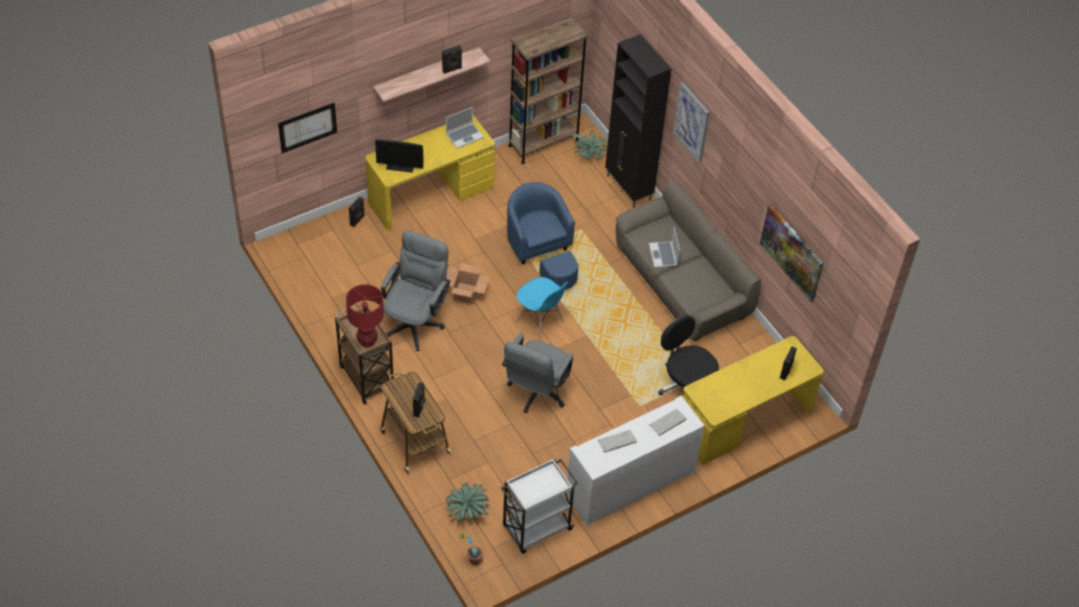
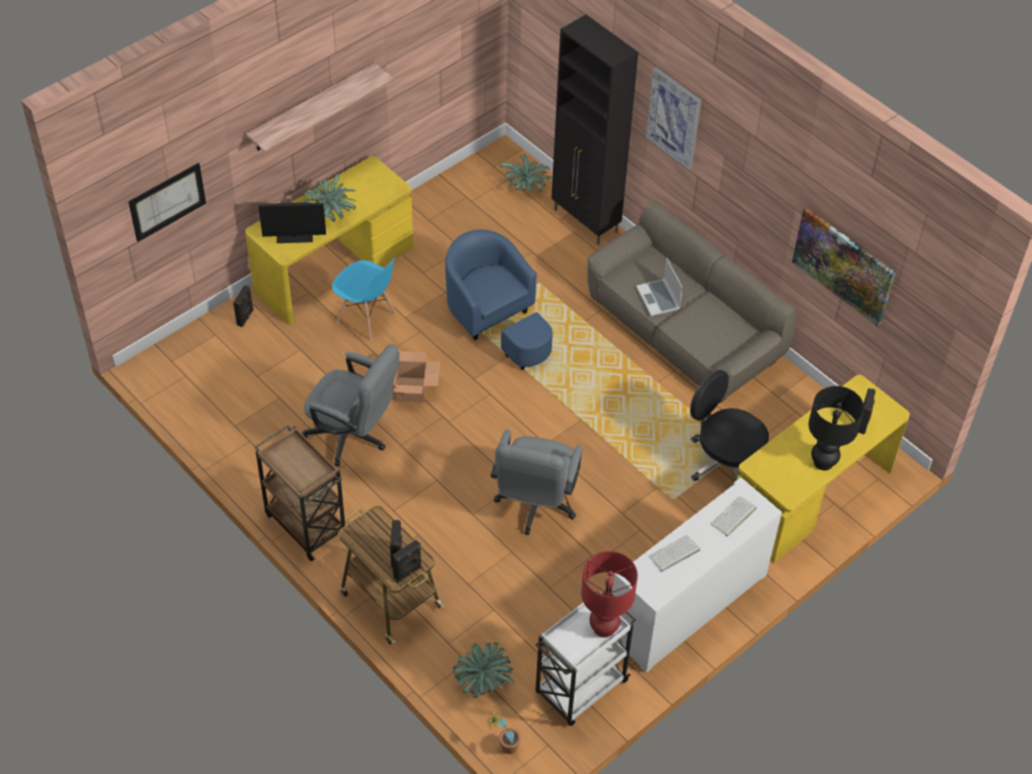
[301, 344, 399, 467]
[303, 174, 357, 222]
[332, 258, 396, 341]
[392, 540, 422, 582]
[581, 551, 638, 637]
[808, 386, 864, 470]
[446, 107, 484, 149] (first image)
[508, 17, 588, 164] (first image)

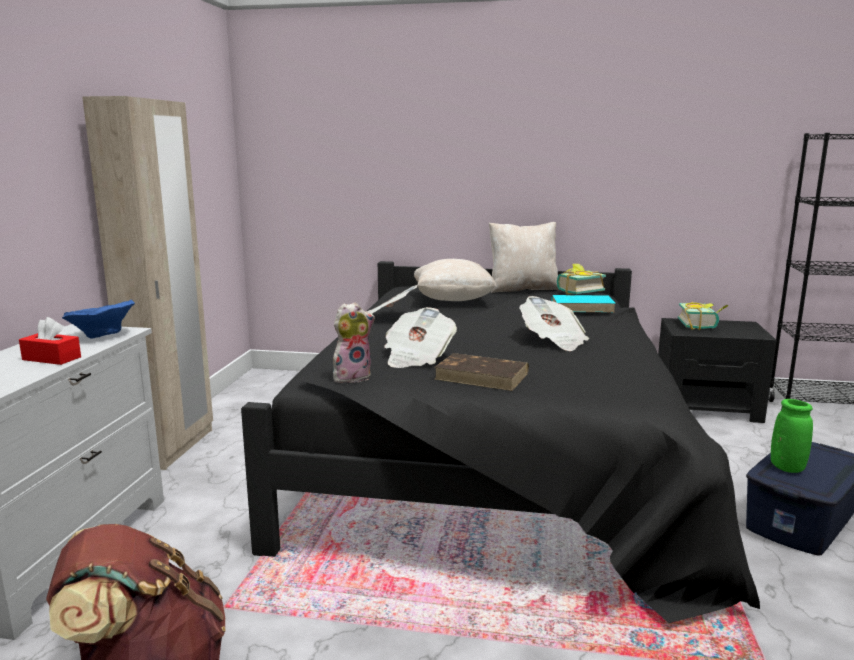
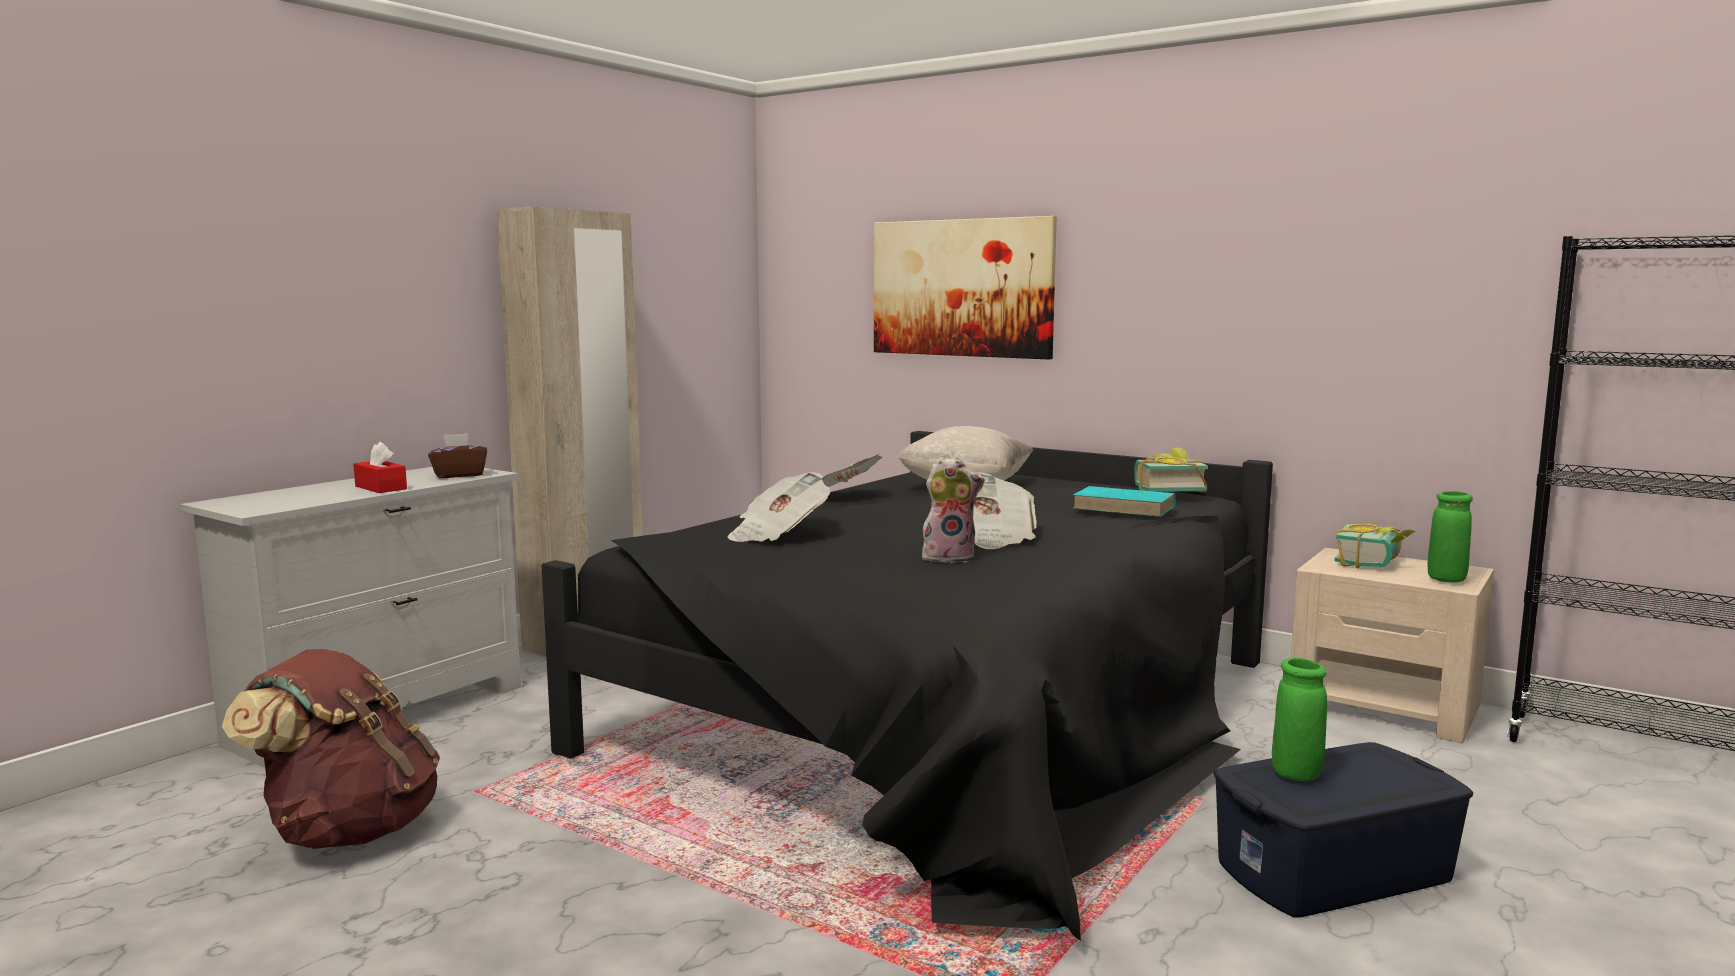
[428, 433, 487, 478]
[874, 216, 1057, 359]
[922, 456, 985, 563]
[1291, 548, 1494, 743]
[1428, 491, 1473, 583]
[434, 353, 529, 391] (first image)
[489, 222, 561, 293] (first image)

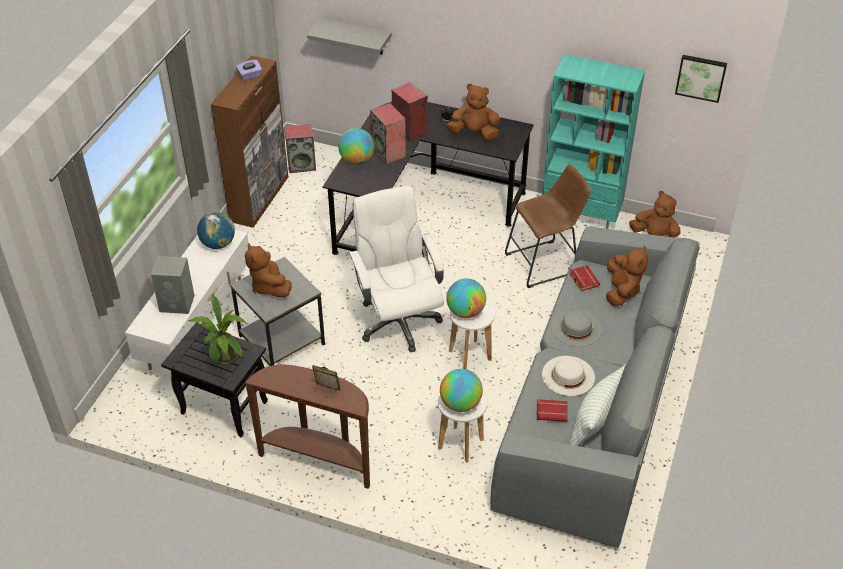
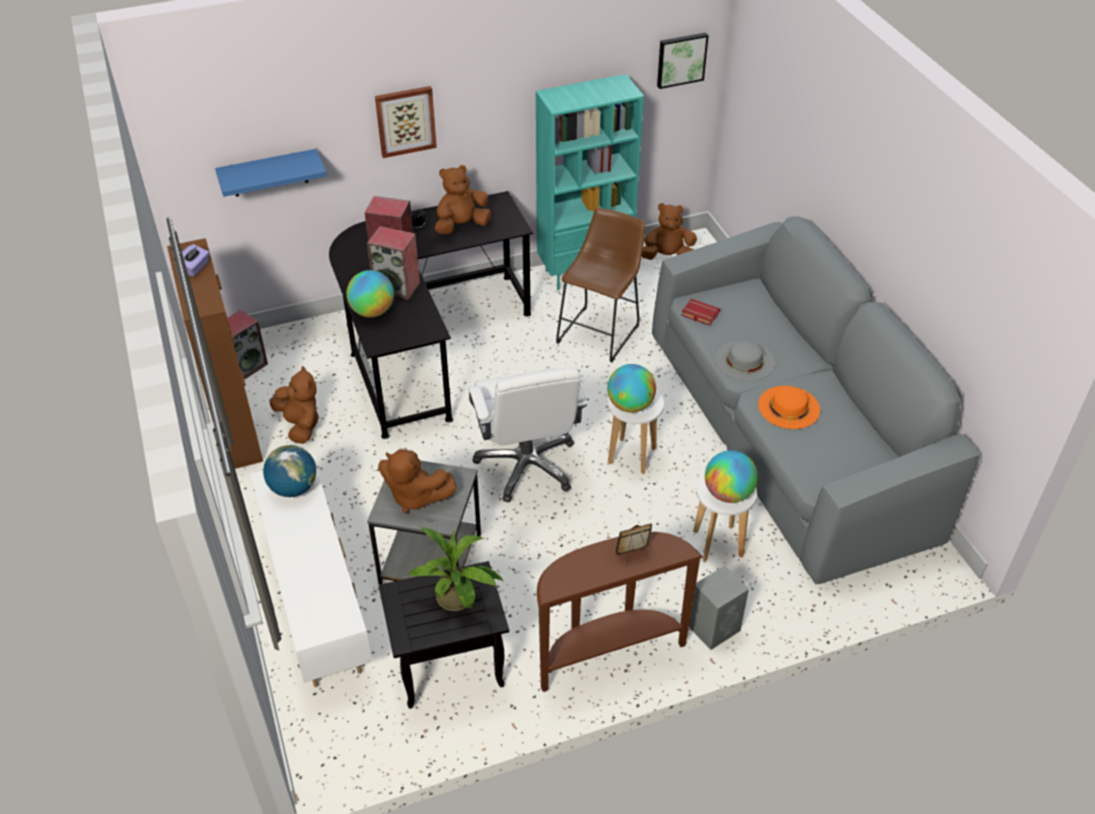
[215, 149, 327, 197]
[270, 366, 319, 444]
[375, 86, 437, 158]
[468, 368, 587, 503]
[689, 566, 749, 650]
[758, 386, 820, 429]
[537, 399, 568, 422] (first image)
[570, 365, 626, 446] (first image)

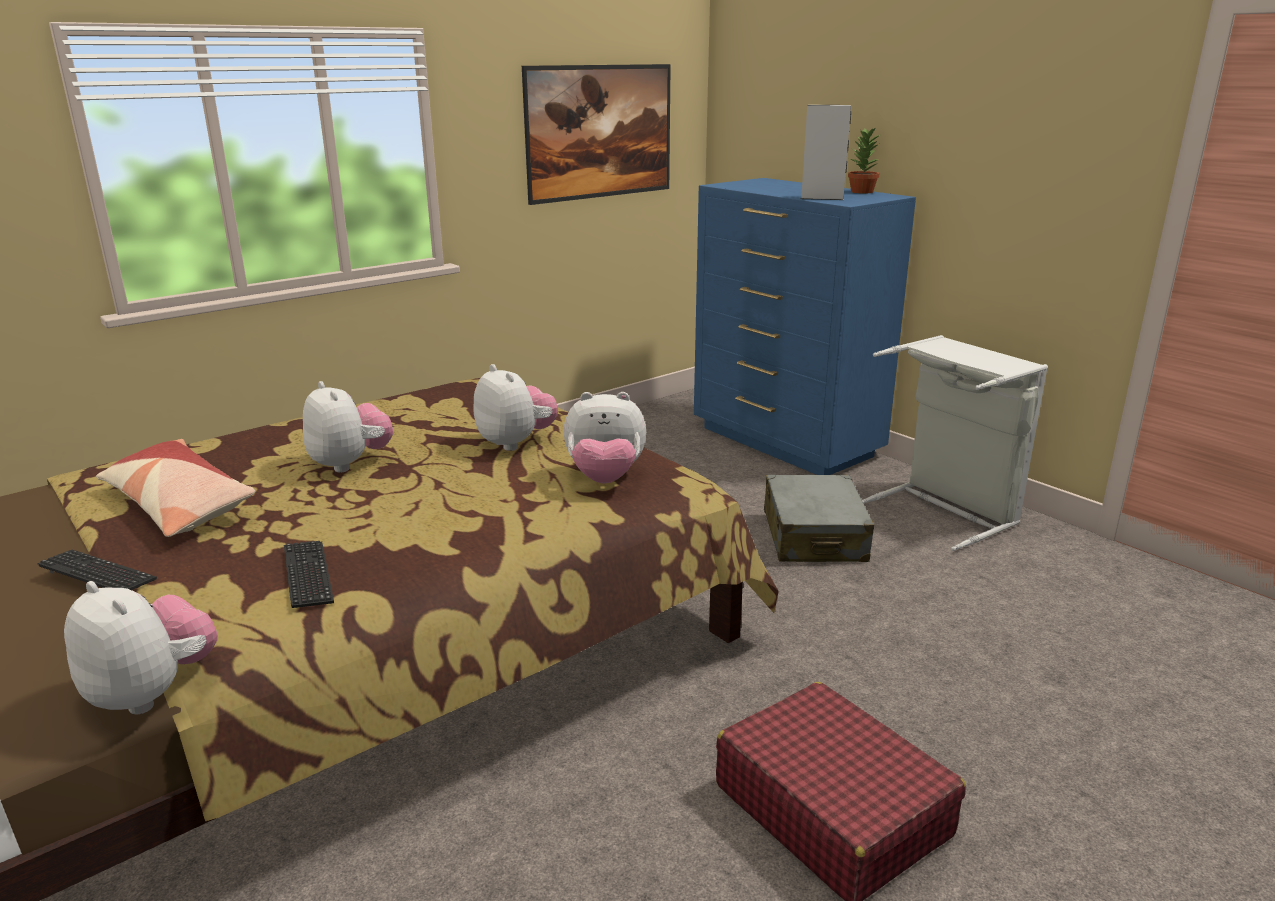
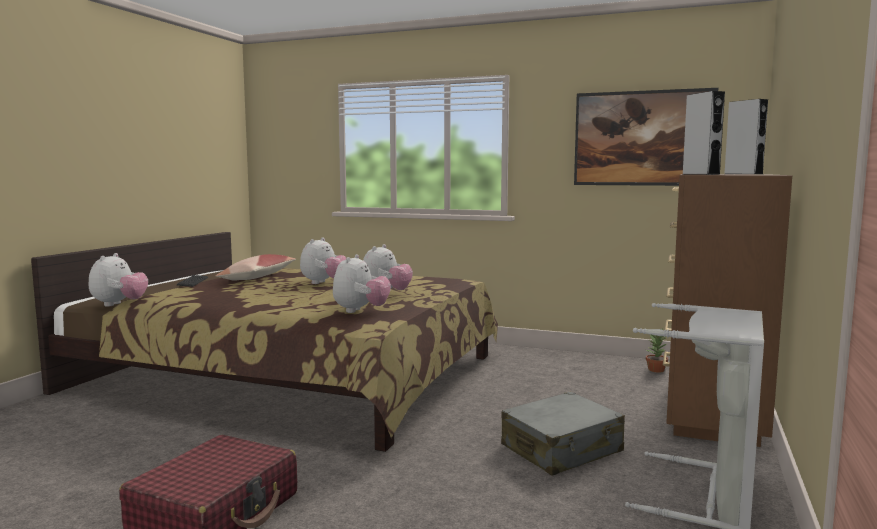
[333, 254, 391, 313]
[646, 328, 668, 373]
[663, 174, 792, 447]
[725, 99, 768, 174]
[284, 541, 334, 608] (first image)

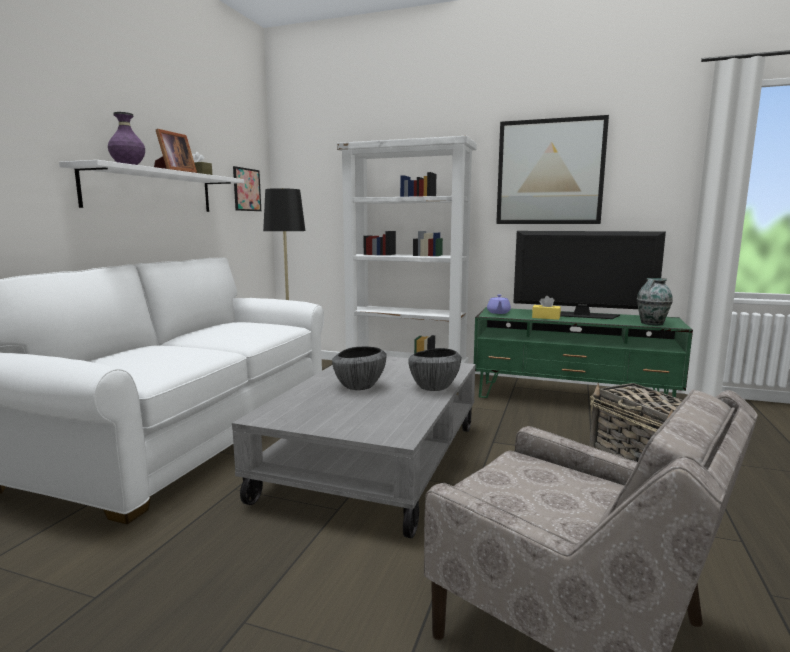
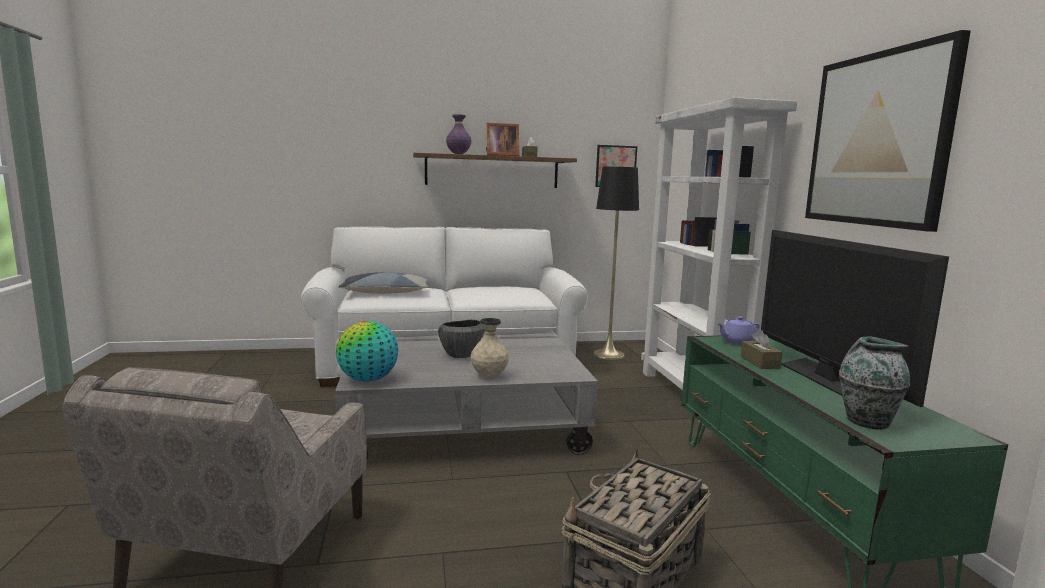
[336, 321, 398, 382]
[338, 272, 428, 294]
[413, 153, 577, 188]
[471, 318, 509, 377]
[741, 330, 783, 369]

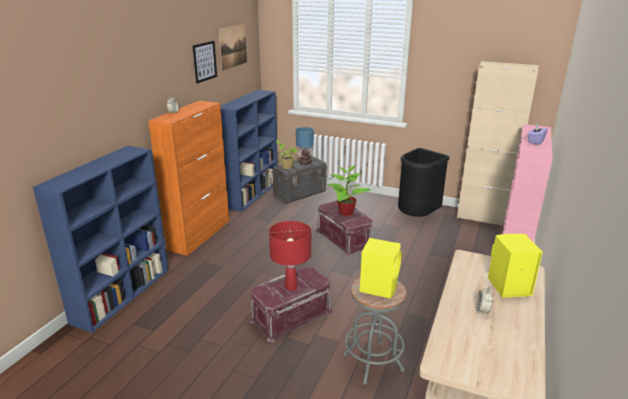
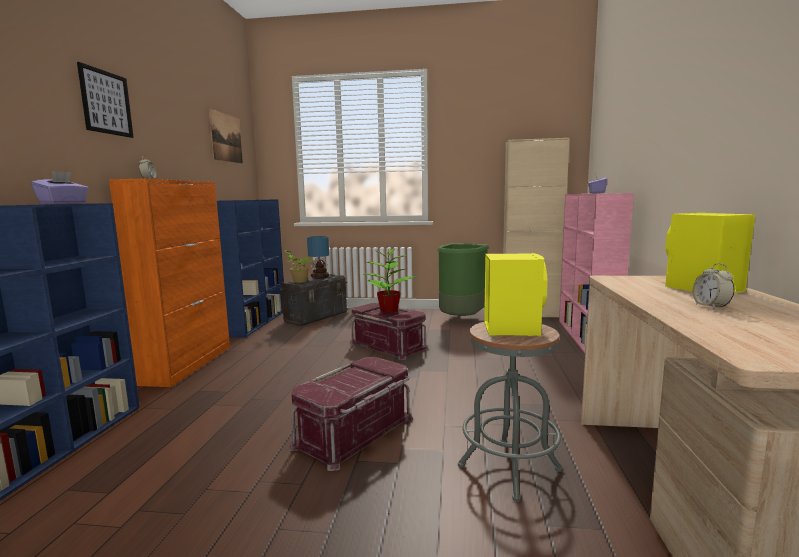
[31, 171, 89, 204]
[77, 62, 134, 138]
[437, 243, 489, 316]
[269, 221, 311, 291] (first image)

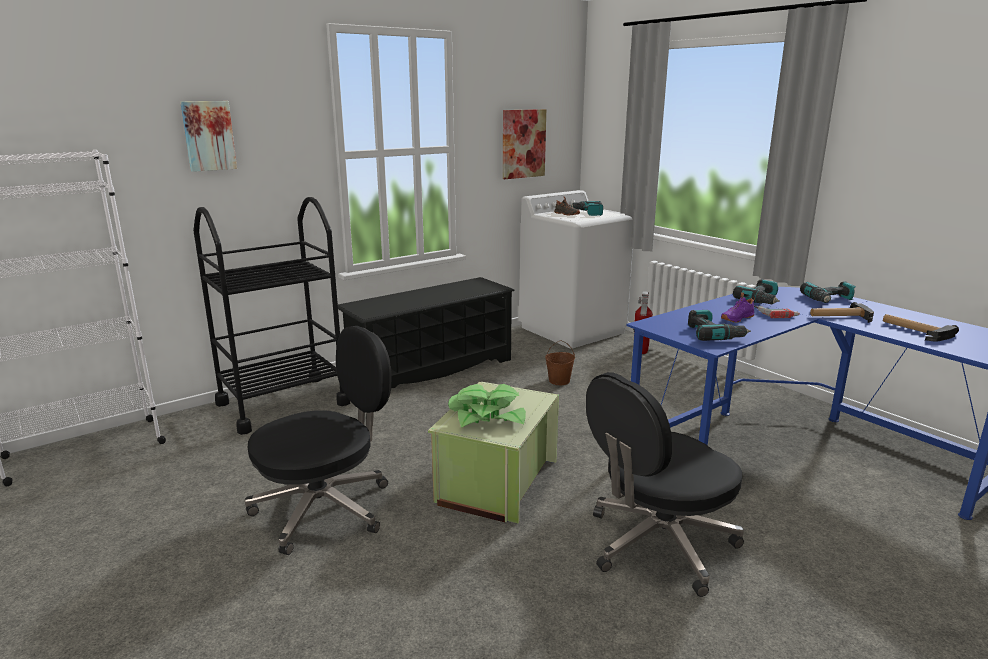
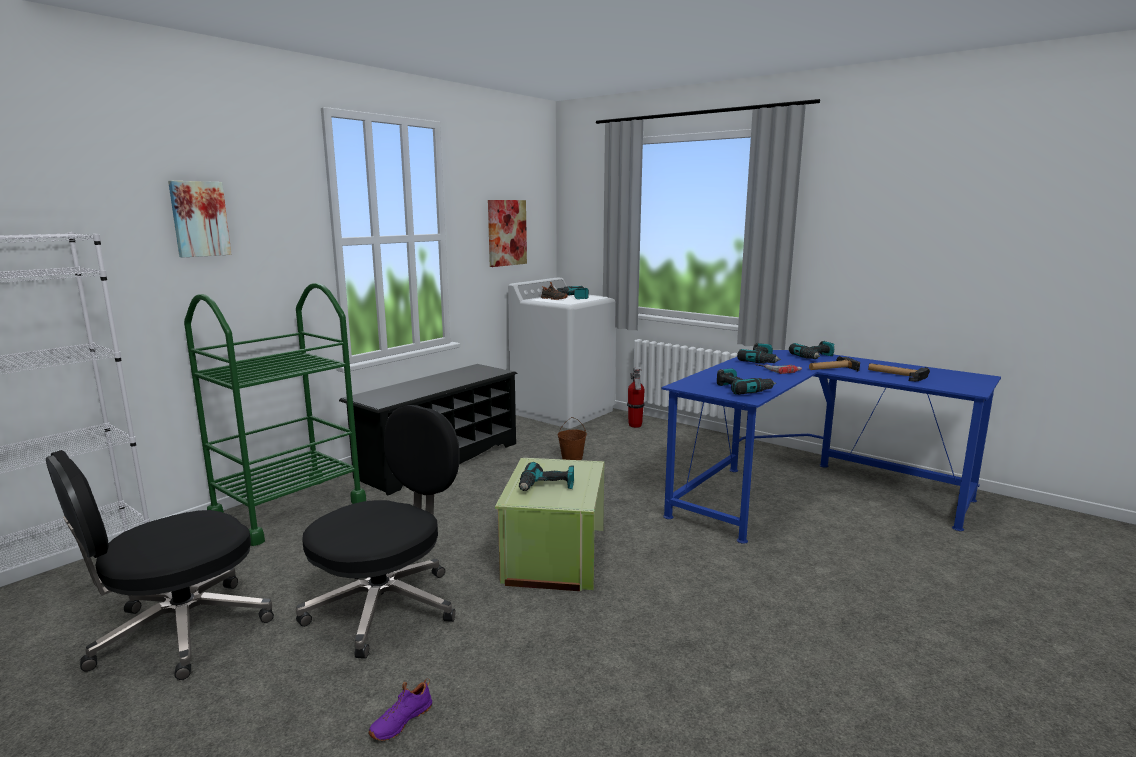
[46, 450, 274, 680]
[184, 283, 366, 546]
[368, 678, 432, 741]
[519, 462, 574, 491]

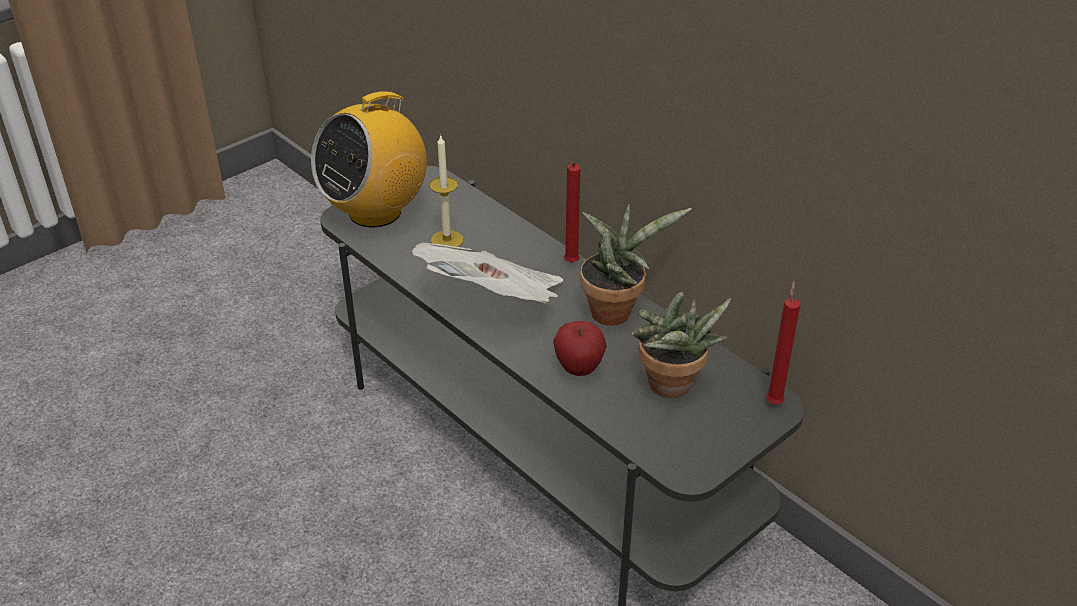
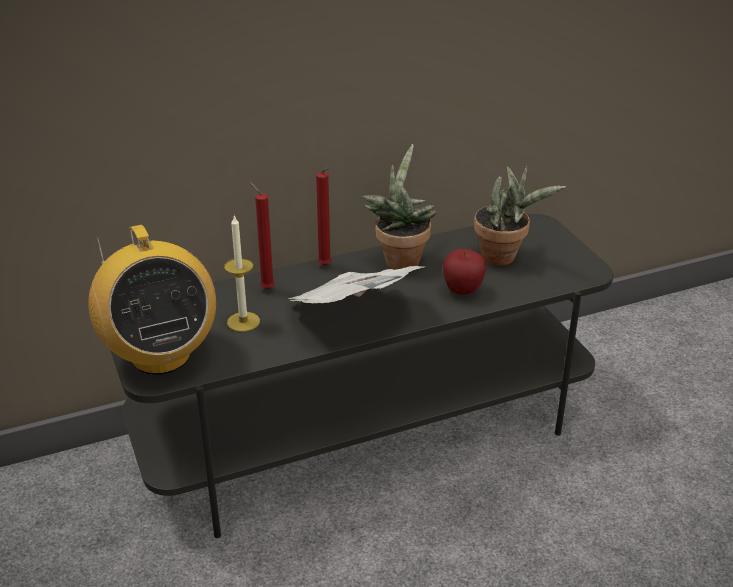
[249, 182, 275, 289]

